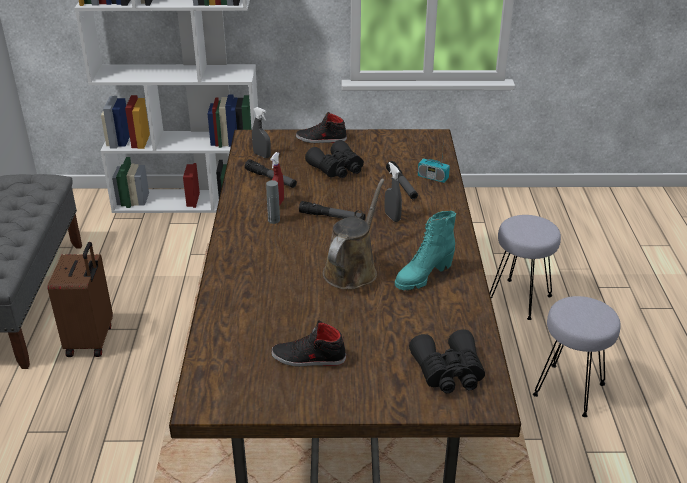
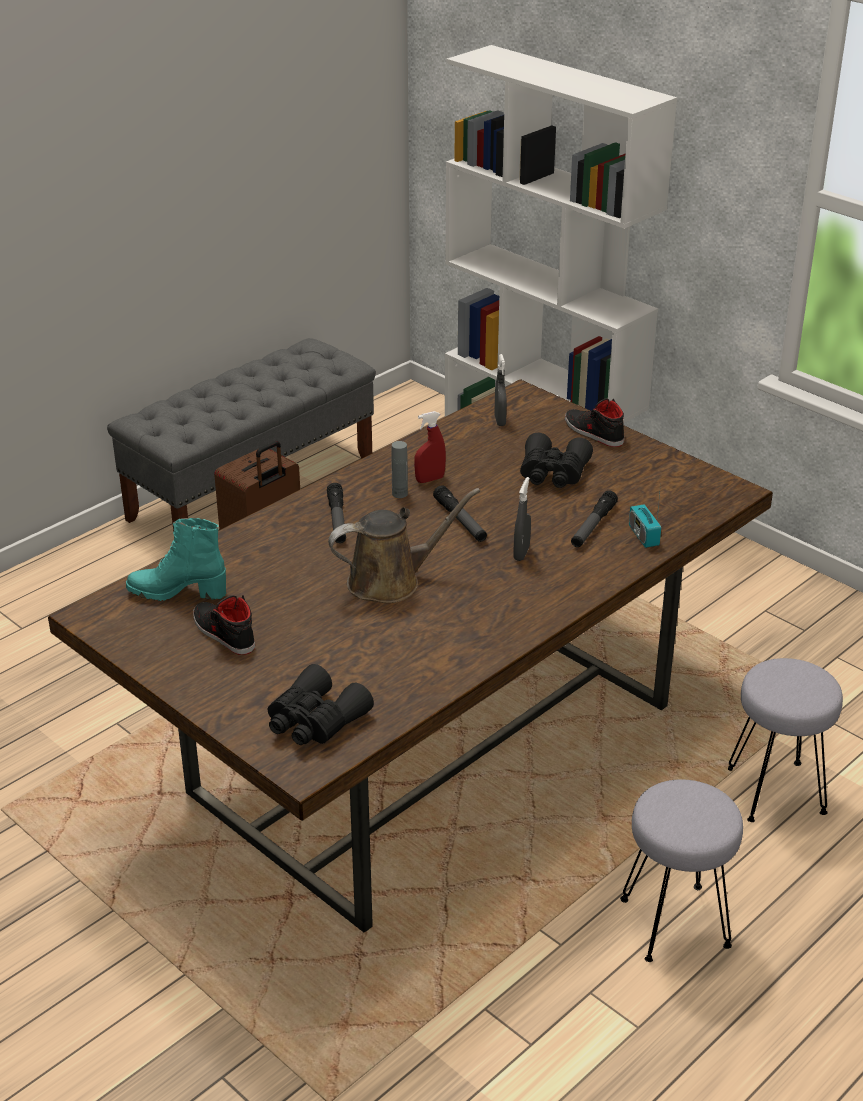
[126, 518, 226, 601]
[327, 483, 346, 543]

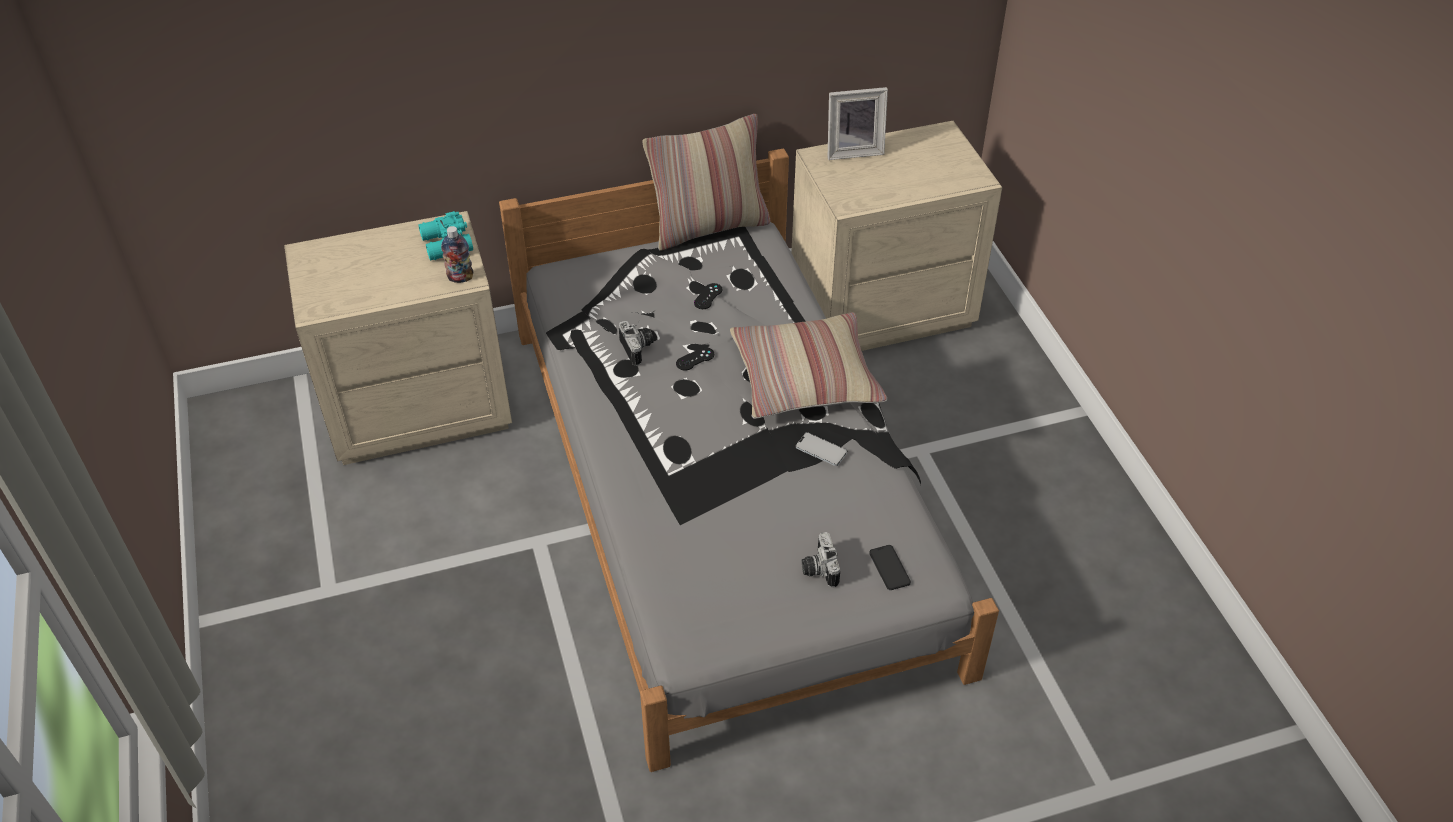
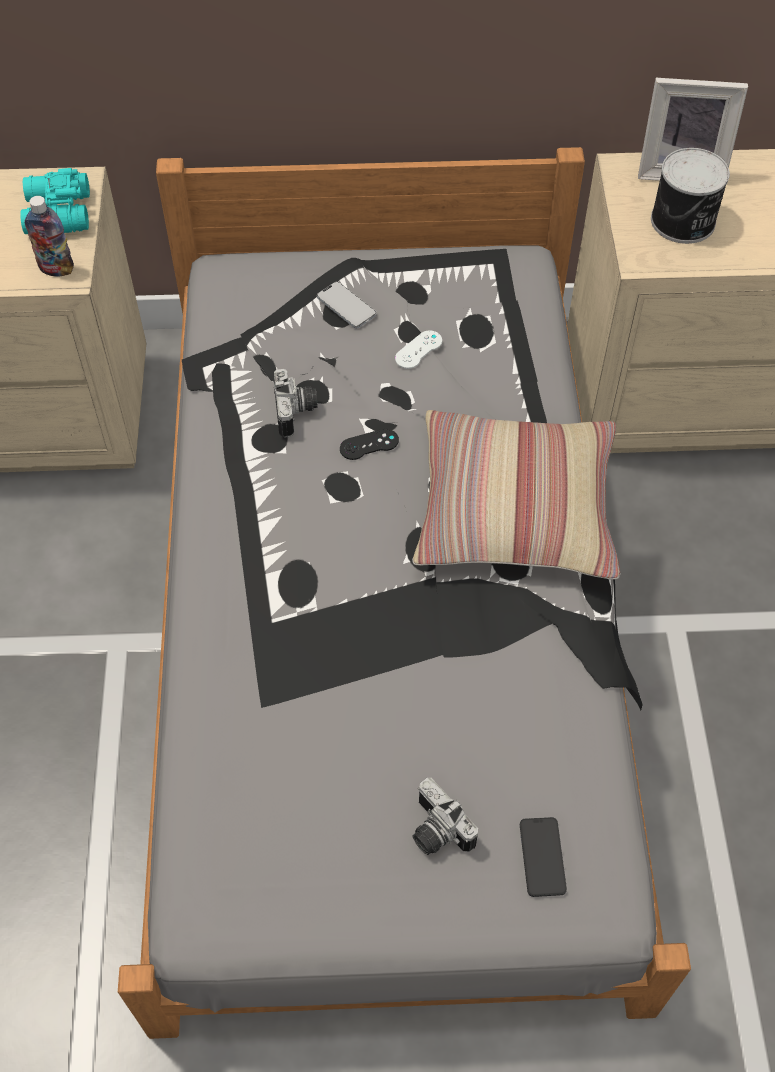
[317, 281, 377, 329]
[395, 330, 442, 369]
[413, 778, 478, 855]
[651, 148, 730, 244]
[643, 114, 770, 251] (first image)

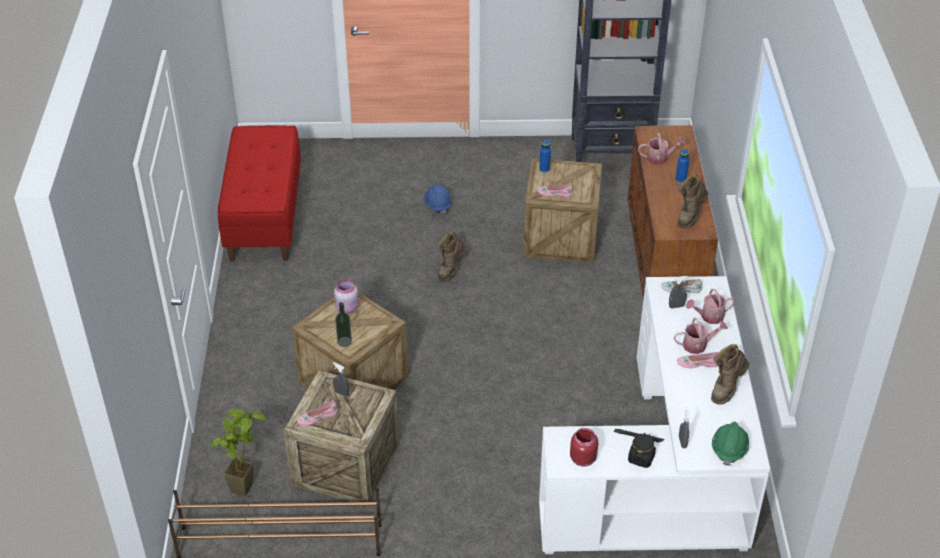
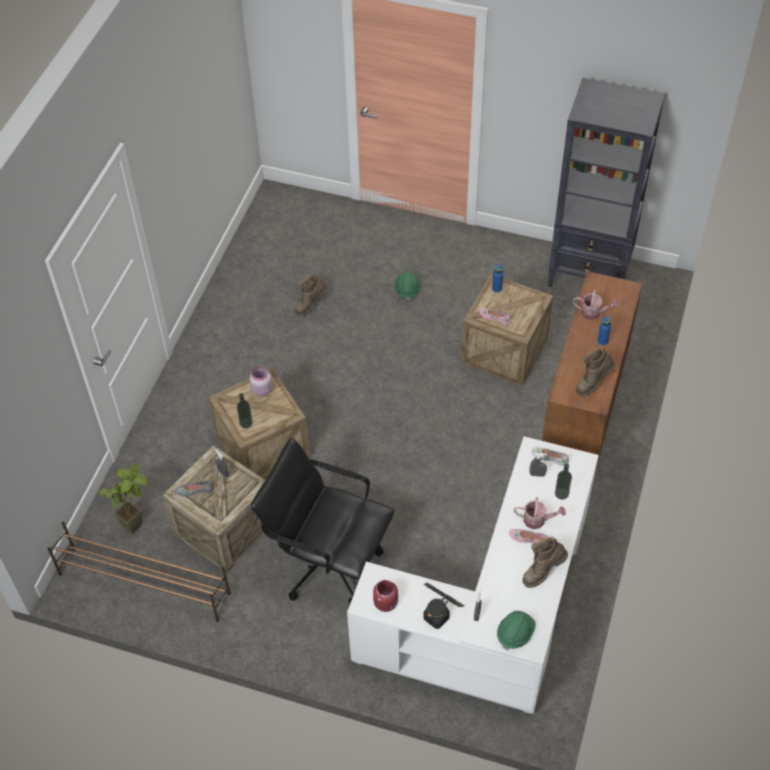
[175, 481, 213, 496]
[251, 438, 394, 604]
[295, 274, 328, 316]
[395, 270, 420, 301]
[555, 463, 572, 500]
[218, 126, 301, 262] (first image)

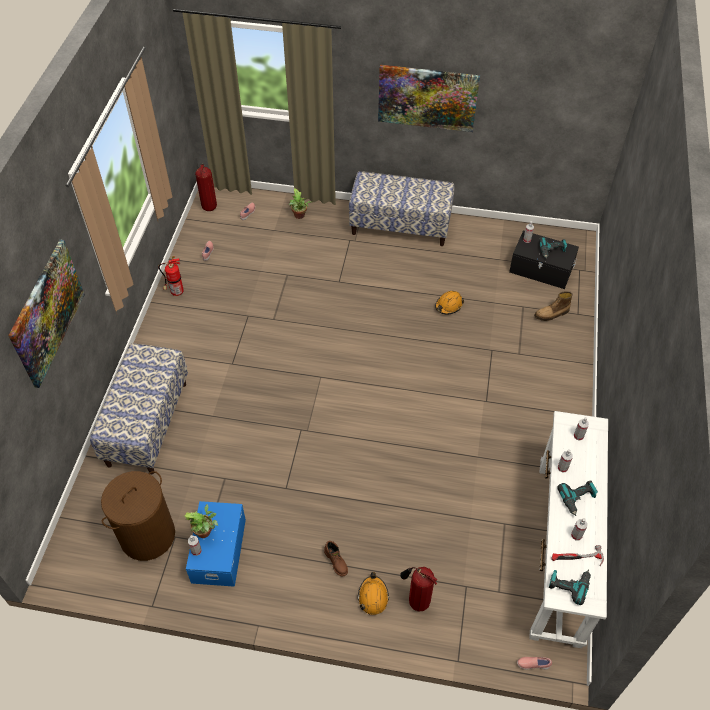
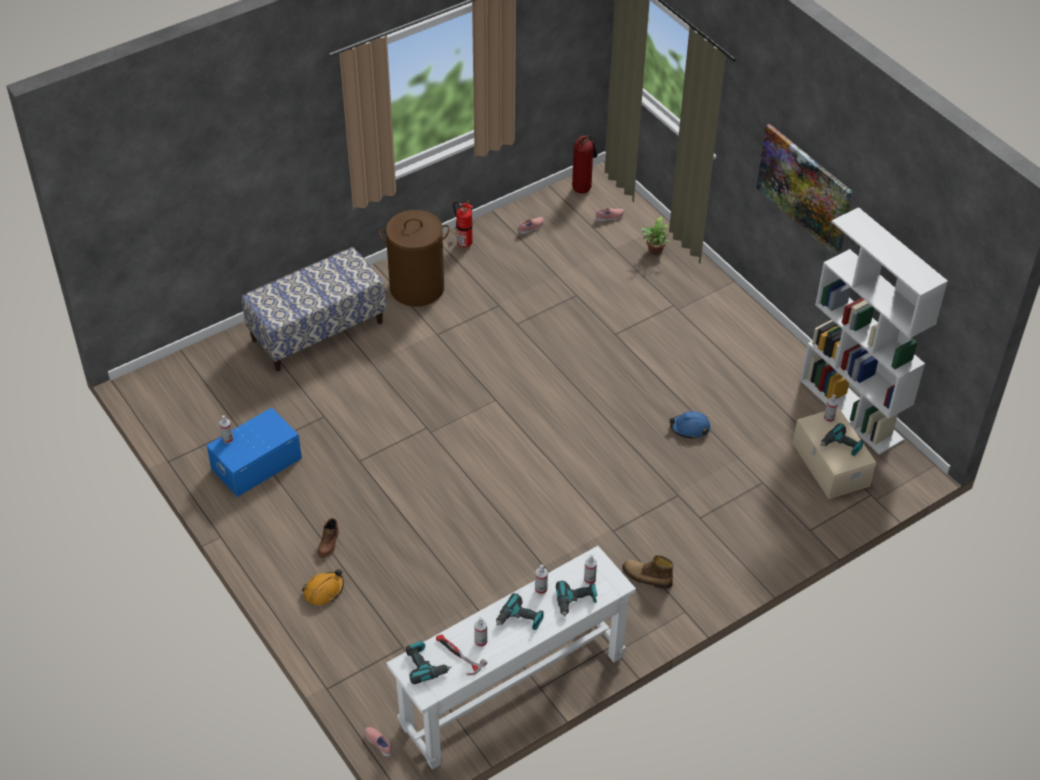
[379, 210, 450, 307]
[556, 581, 598, 617]
[622, 555, 674, 589]
[669, 411, 710, 439]
[793, 407, 876, 499]
[800, 207, 948, 455]
[8, 239, 85, 388] (first image)
[185, 504, 218, 538] (first image)
[349, 171, 455, 246] (first image)
[400, 567, 438, 612] (first image)

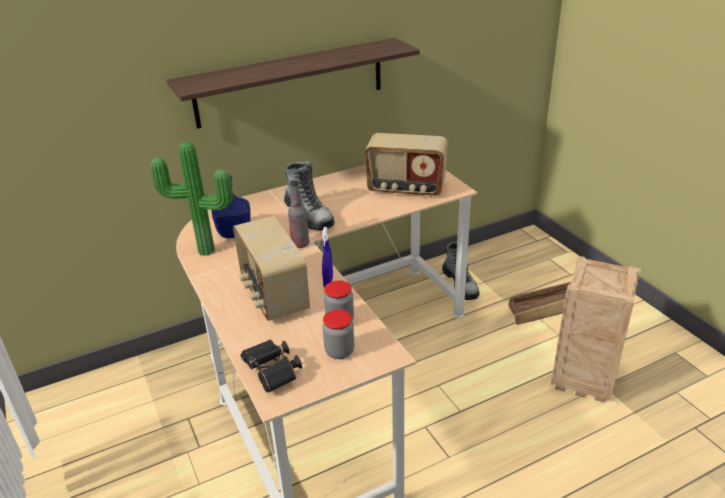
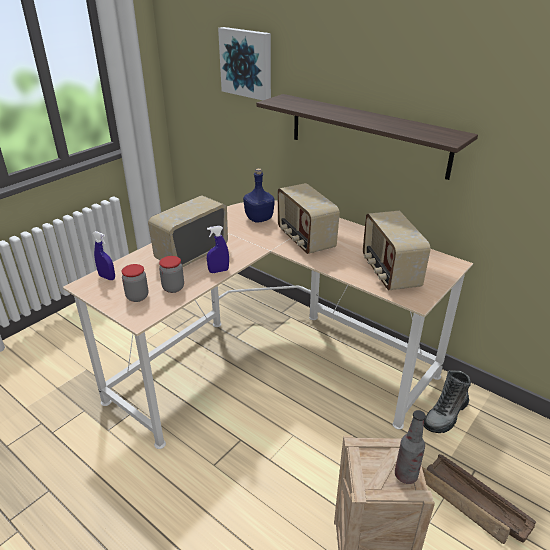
[92, 231, 115, 280]
[218, 27, 271, 100]
[278, 183, 340, 254]
[395, 410, 426, 484]
[150, 142, 233, 256] (first image)

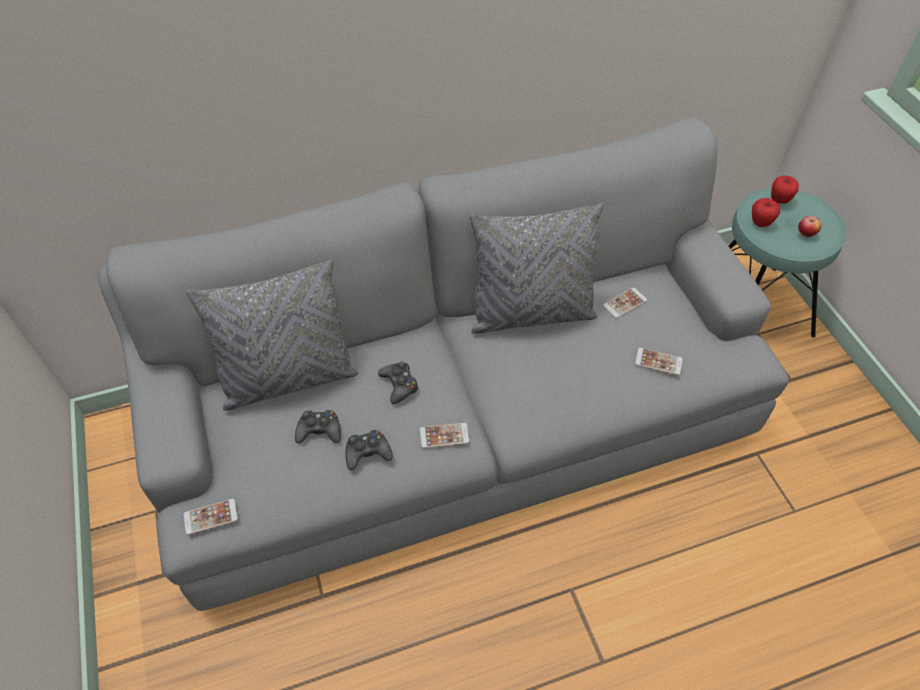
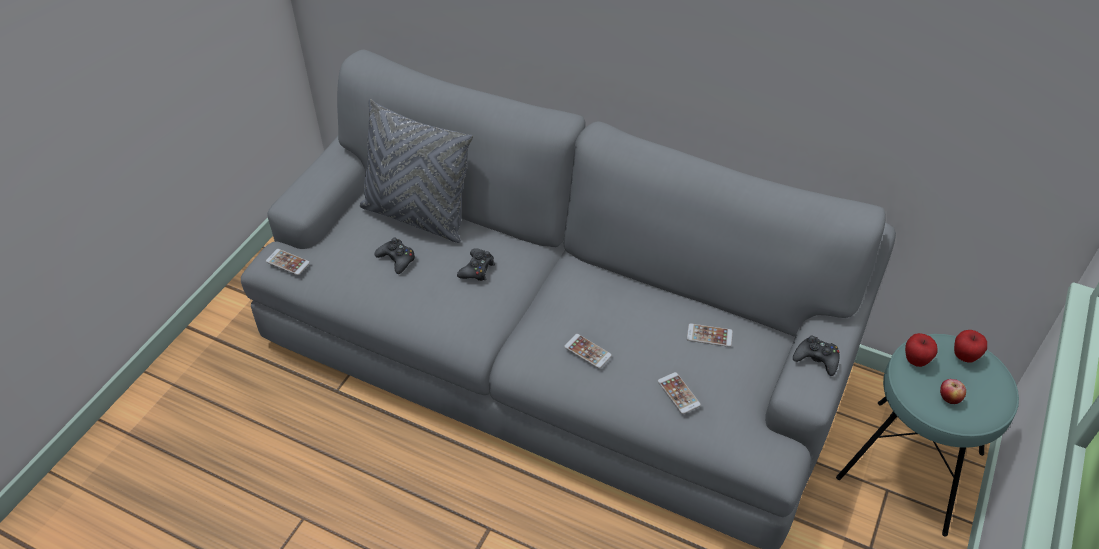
[564, 334, 612, 369]
[793, 336, 840, 376]
[469, 203, 604, 334] (first image)

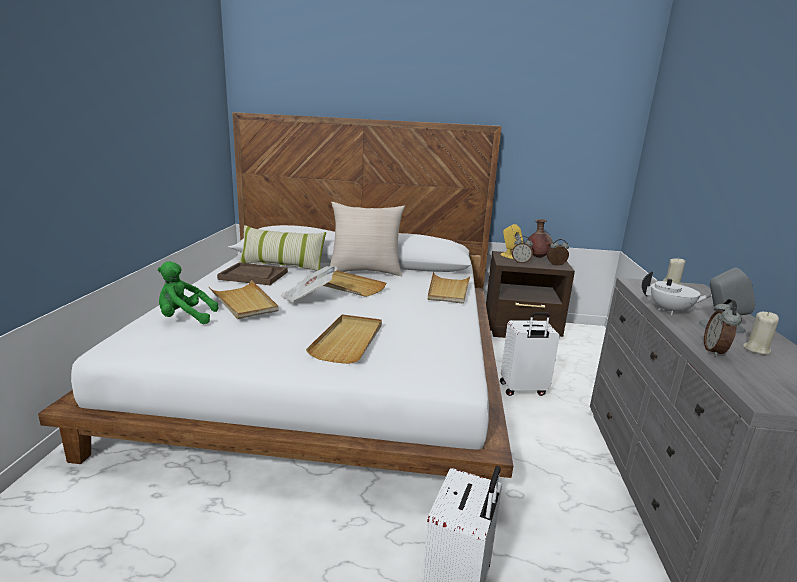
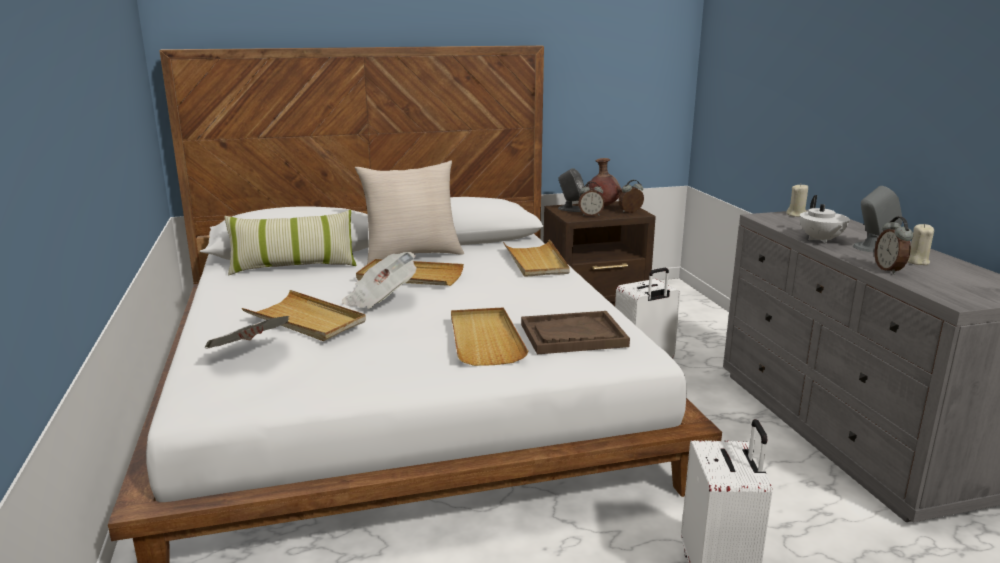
[205, 316, 290, 349]
[521, 311, 630, 354]
[558, 168, 584, 212]
[800, 195, 850, 244]

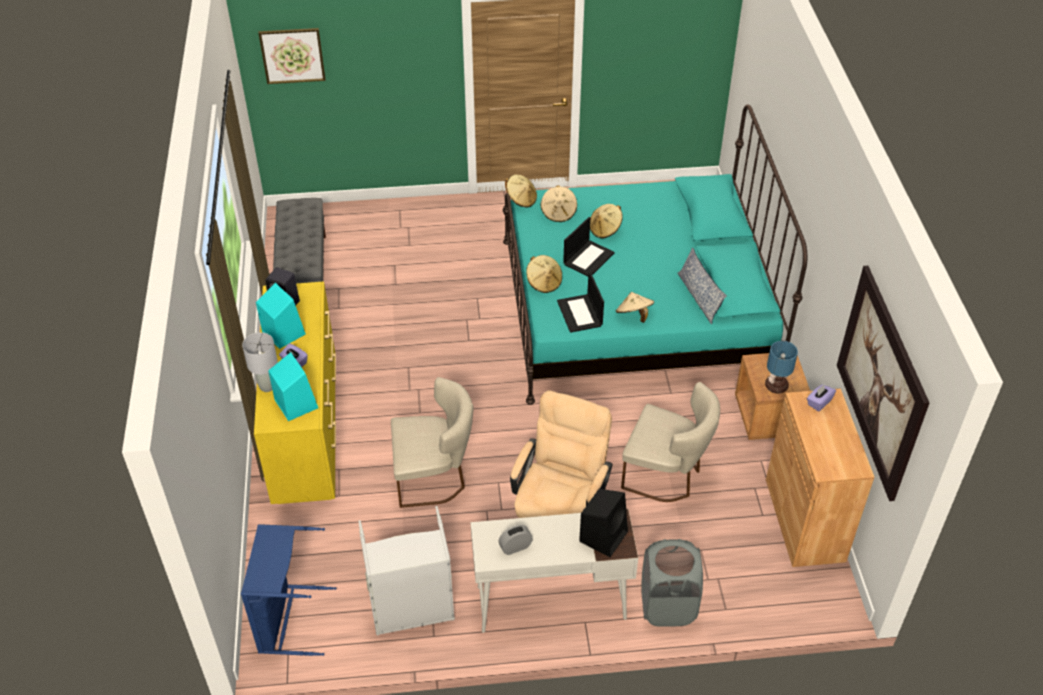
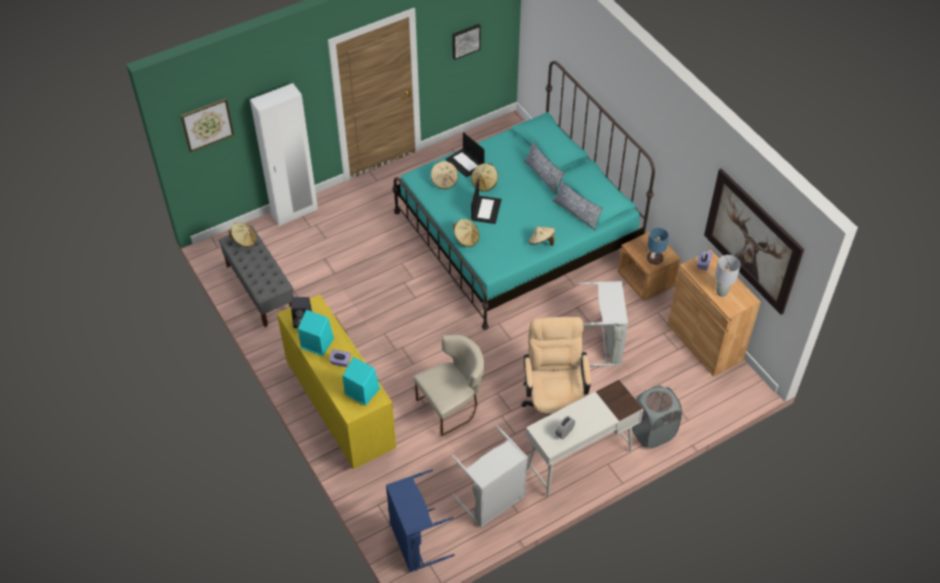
[229, 222, 257, 248]
[250, 83, 318, 226]
[446, 132, 485, 177]
[452, 24, 481, 60]
[524, 141, 565, 194]
[578, 281, 628, 367]
[715, 255, 741, 297]
[579, 489, 628, 557] (first image)

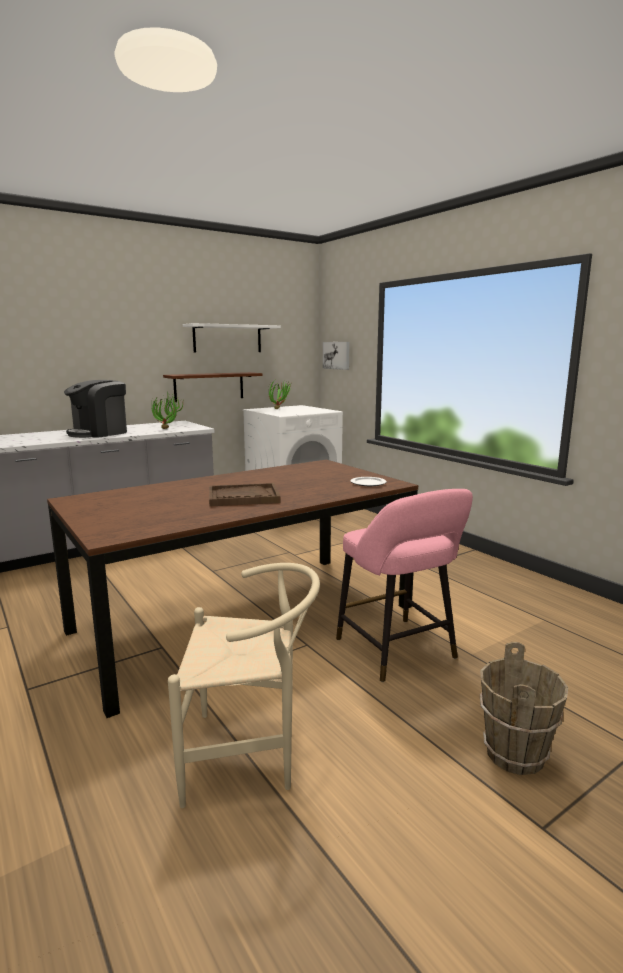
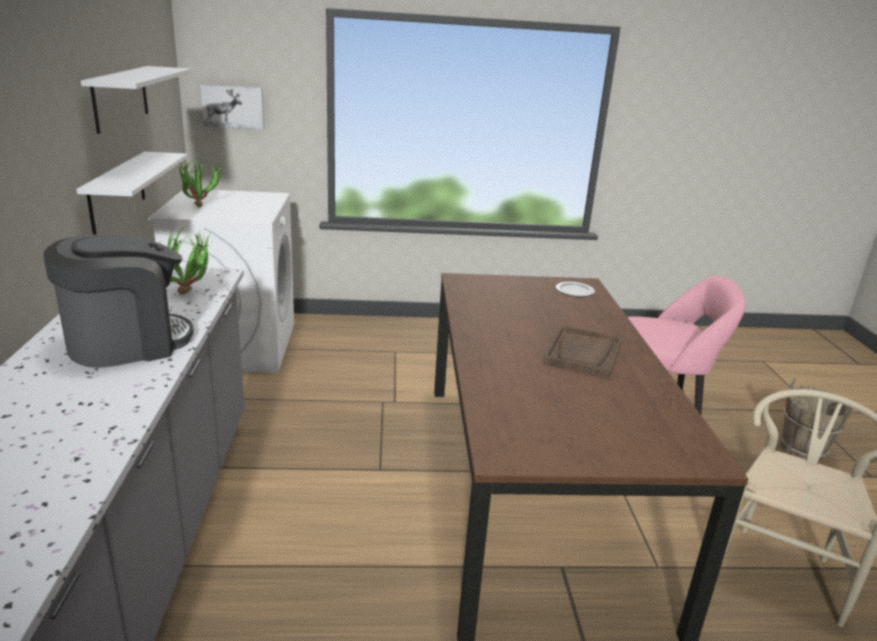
[43, 234, 194, 368]
[76, 152, 188, 234]

